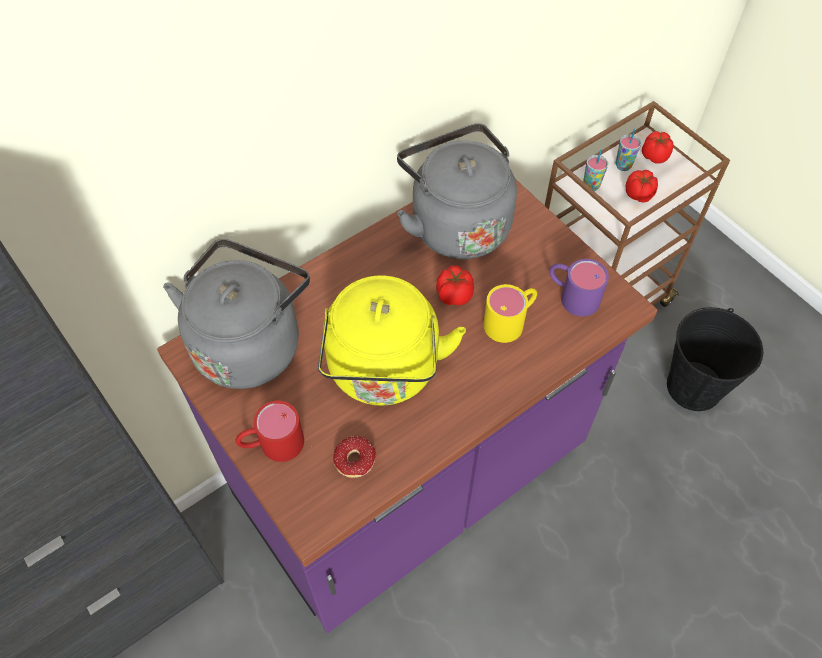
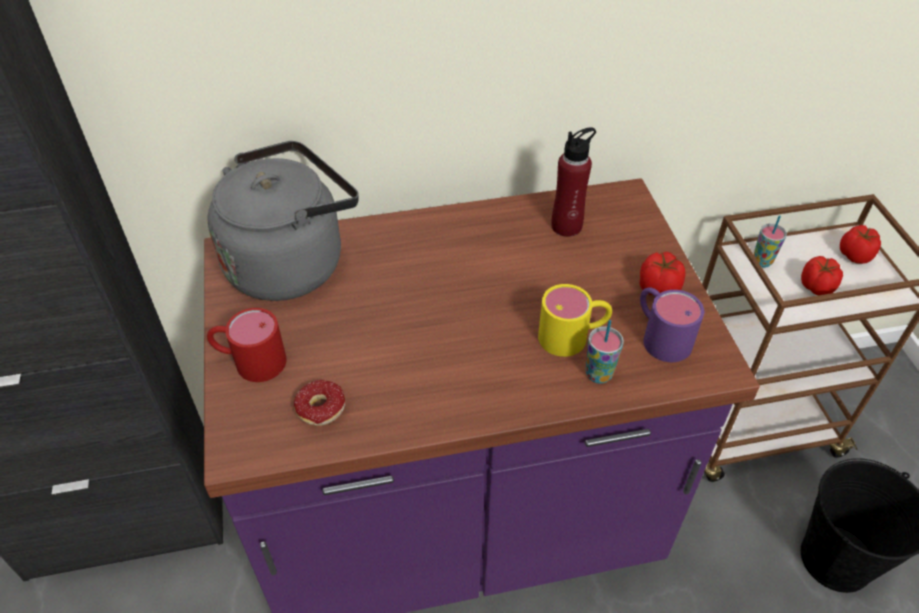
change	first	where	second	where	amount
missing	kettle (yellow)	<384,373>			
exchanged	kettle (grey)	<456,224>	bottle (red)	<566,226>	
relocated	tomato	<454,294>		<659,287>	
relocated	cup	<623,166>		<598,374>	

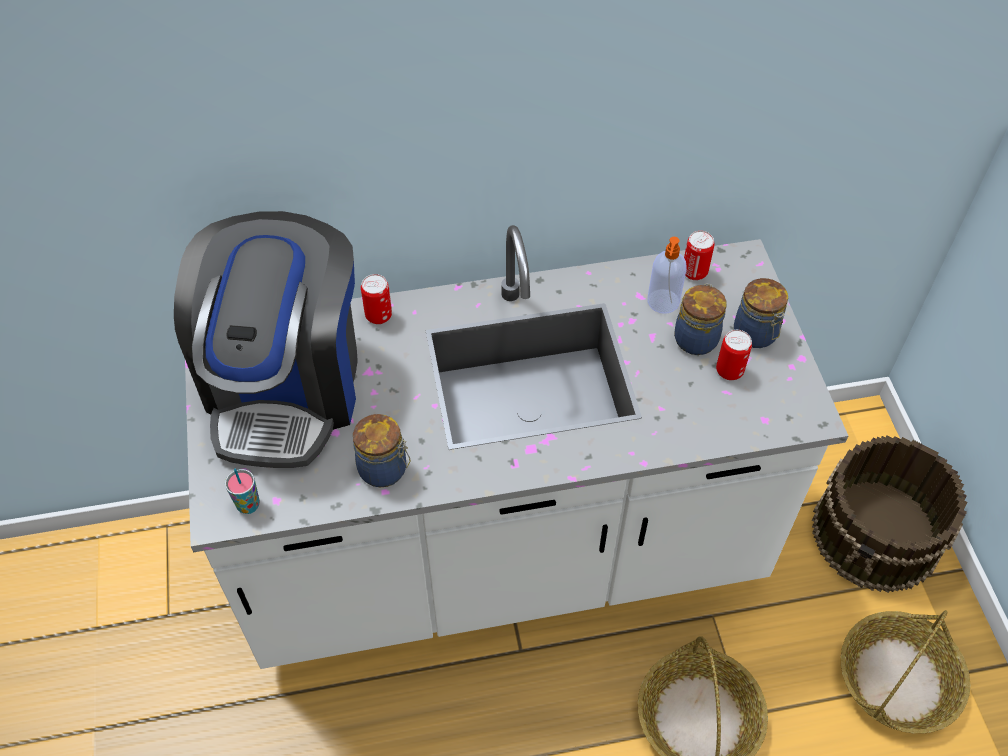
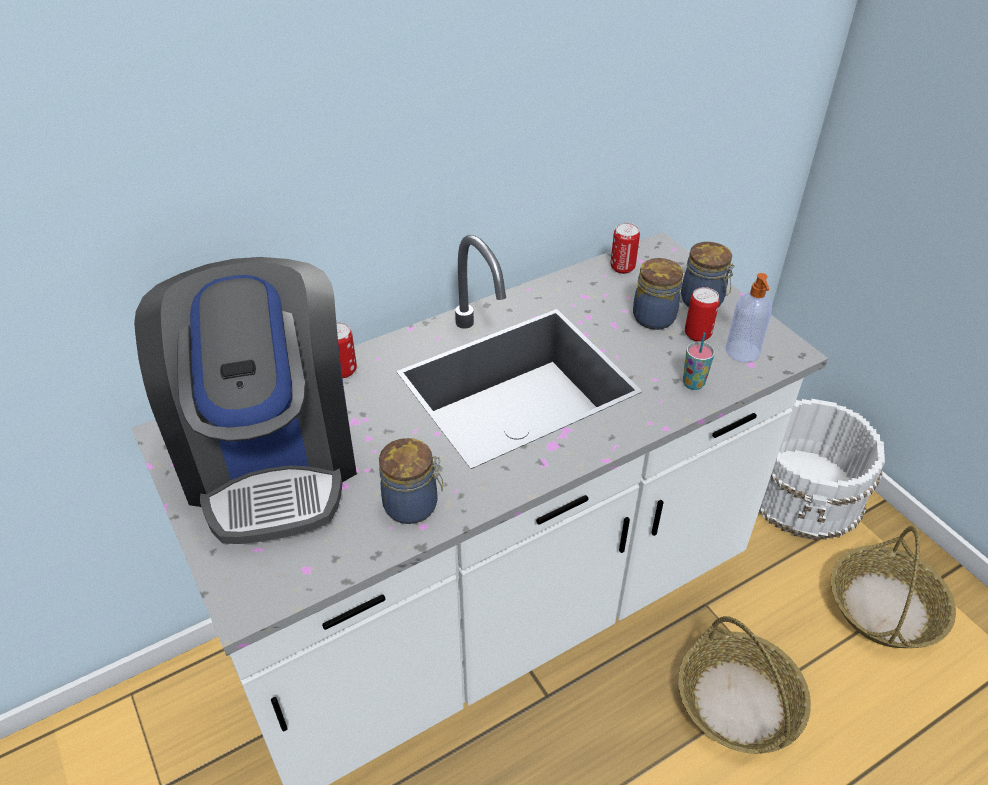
change	first	where	second	where	amount
relocated	cup	<248,505>		<693,383>	
relocated	soap dispenser	<663,302>		<742,352>	
colour	bucket (brown)	<878,533>	bucket (white)	<806,492>	

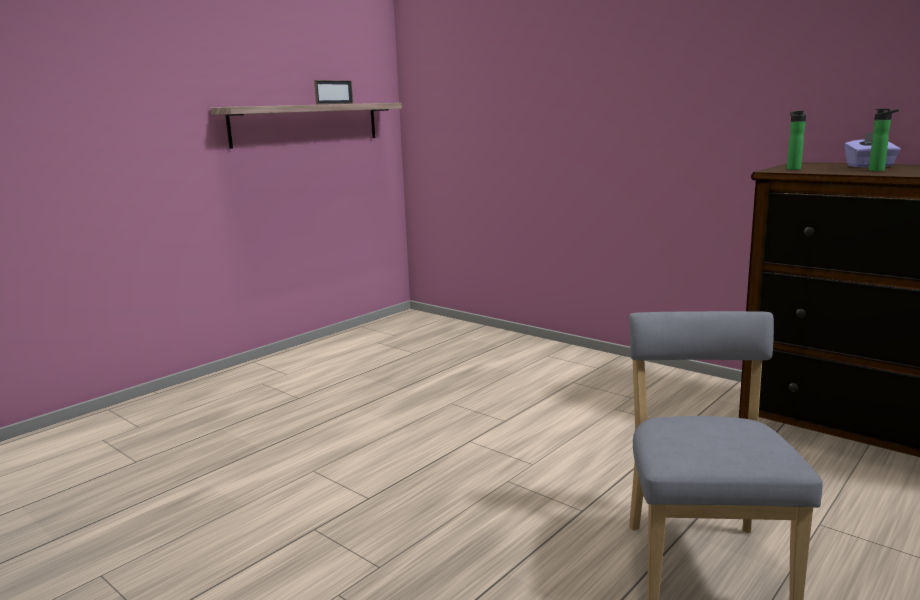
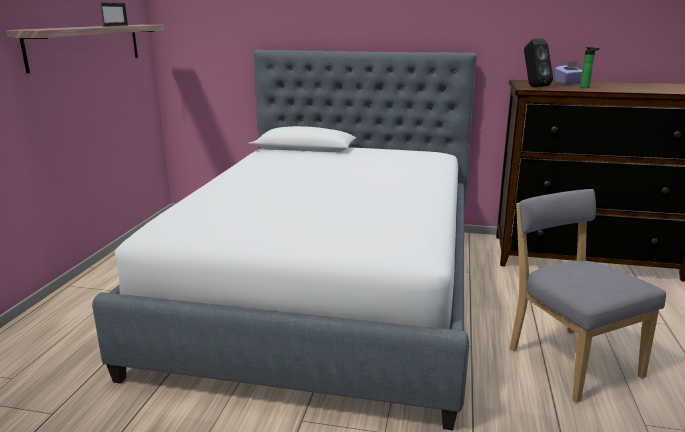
change	first	where	second	where	amount
exchanged	bottle	<792,169>	speaker (black)	<533,86>	
appeared			bed	<329,289>	

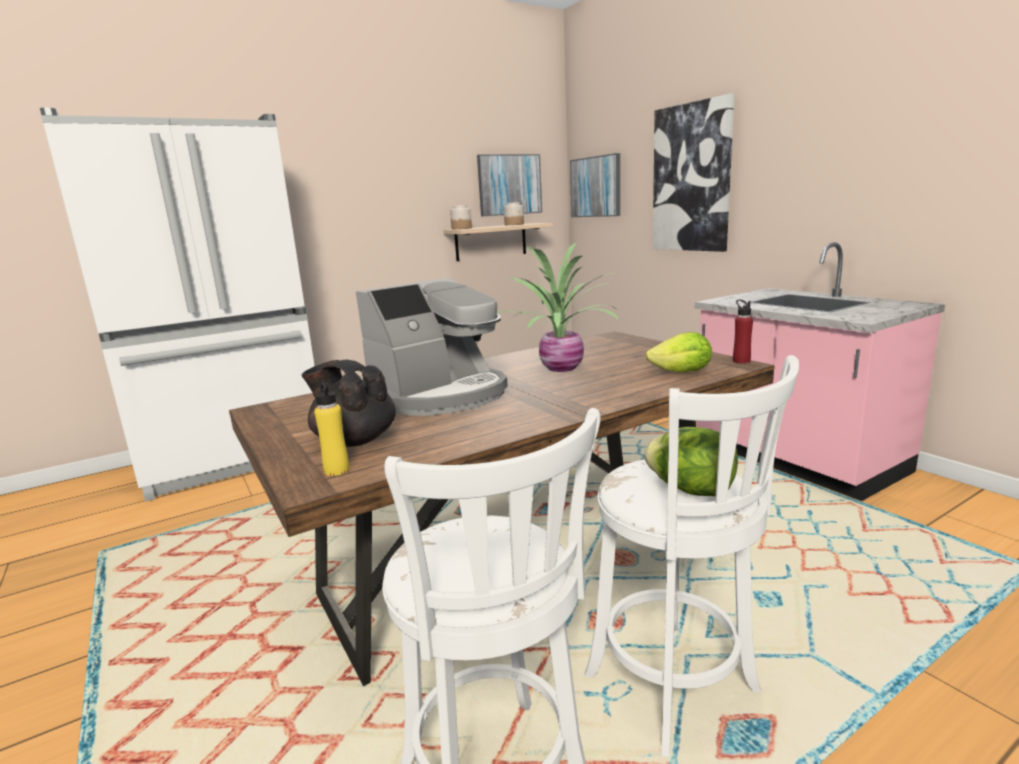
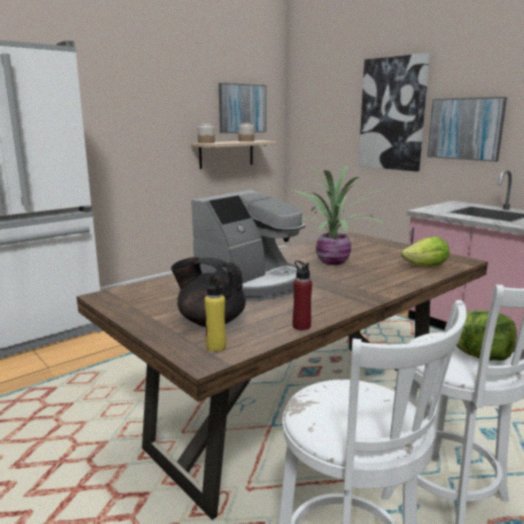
change	first	where	second	where	amount
relocated	picture	<596,187>		<465,129>	
relocated	bottle (red)	<741,361>		<301,326>	

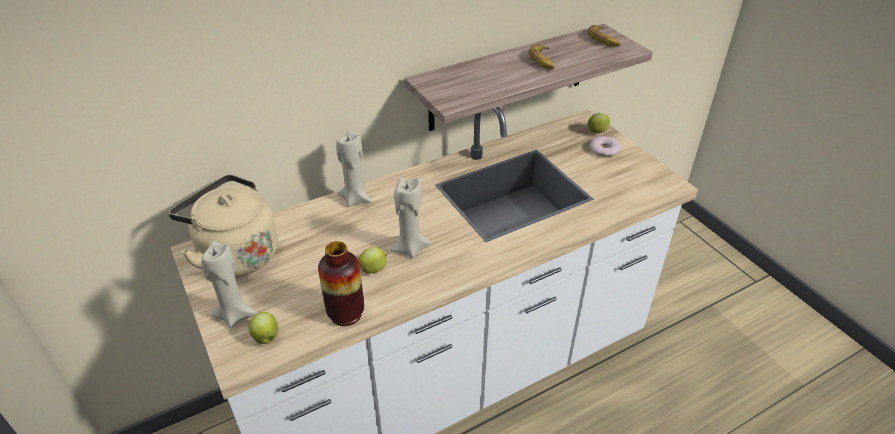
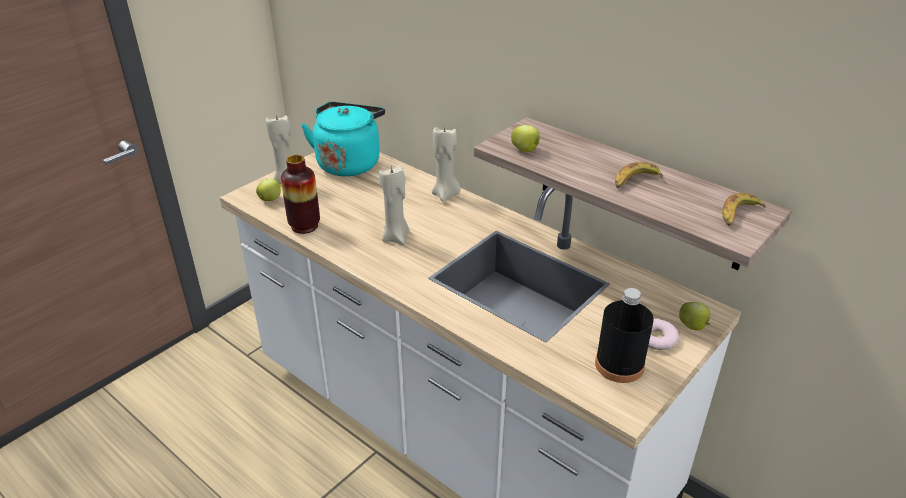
change	first	where	second	where	amount
colour	kettle (beige)	<236,254>	kettle (turquoise)	<349,163>	
relocated	apple	<374,269>		<525,150>	
appeared			bottle (black)	<619,365>	

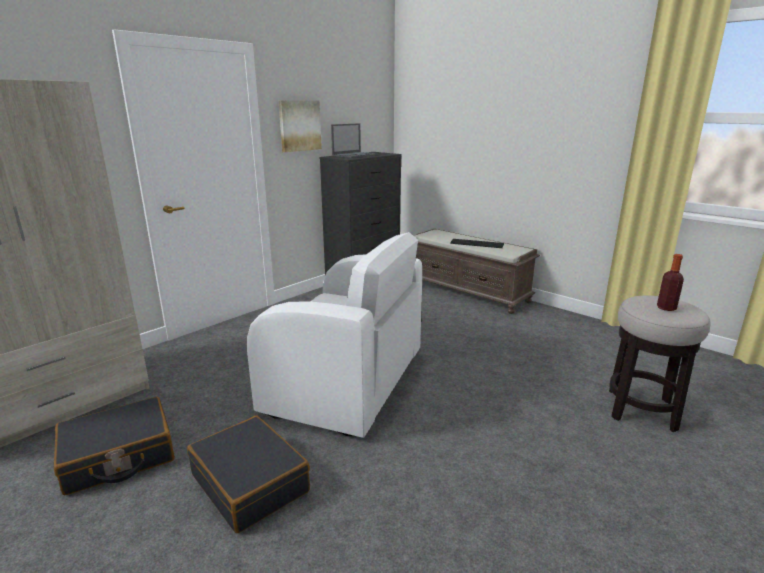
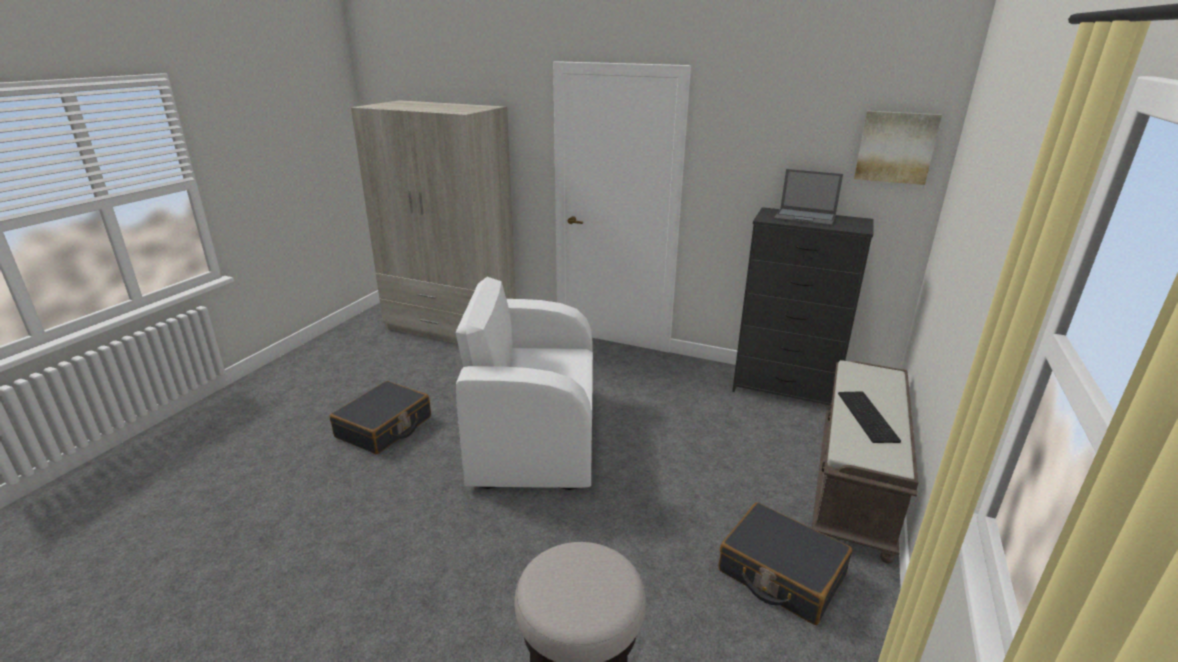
change	first	where	second	where	amount
relocated	suitcase (black)	<118,456>		<780,573>	
spun	armchair (white)	<347,382>		<533,436>	90 degrees clockwise
relocated	picture	<299,125>		<895,147>	
missing	bottle	<666,308>			

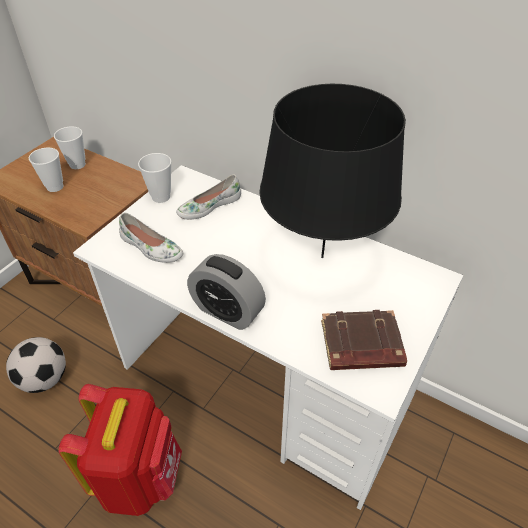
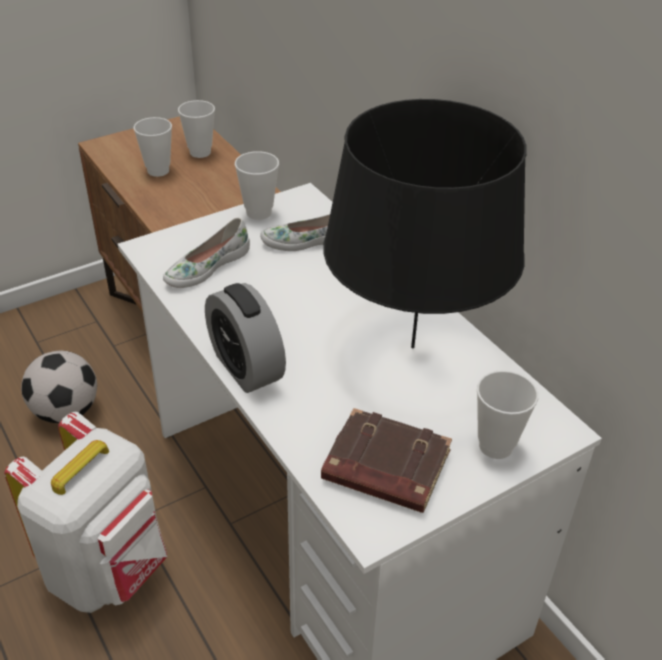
change	first	where	second	where	amount
colour	backpack (red)	<139,476>	backpack (white)	<108,570>	
spun	shoe (white)	<151,248>		<206,266>	75 degrees clockwise
appeared			cup	<495,446>	

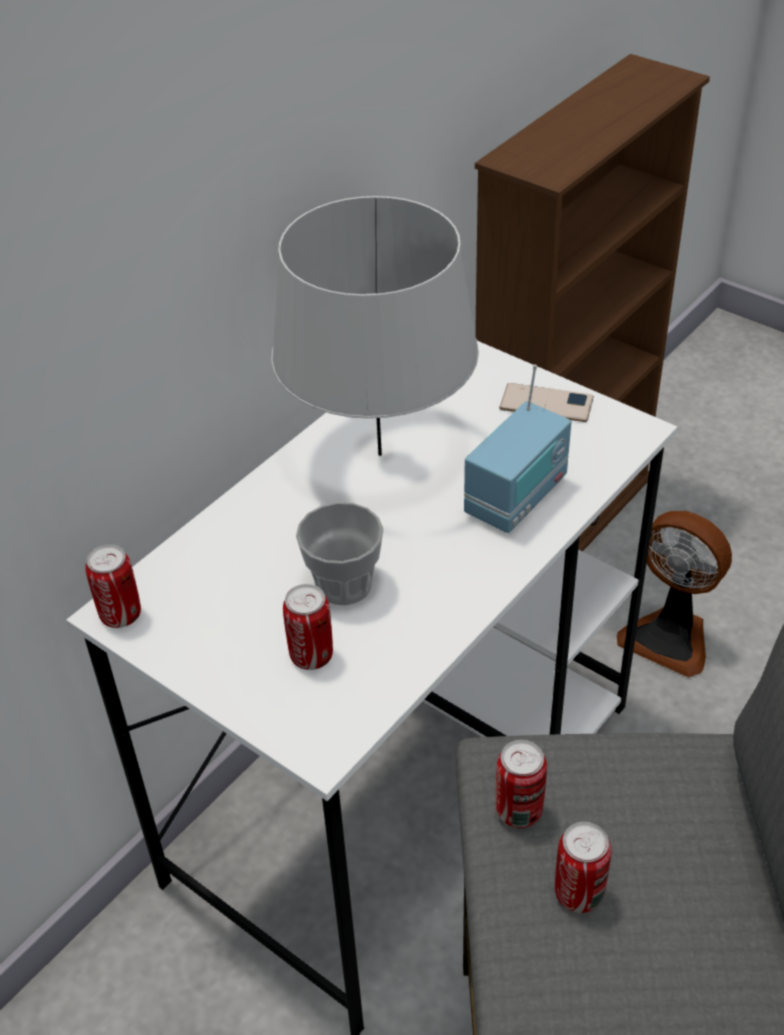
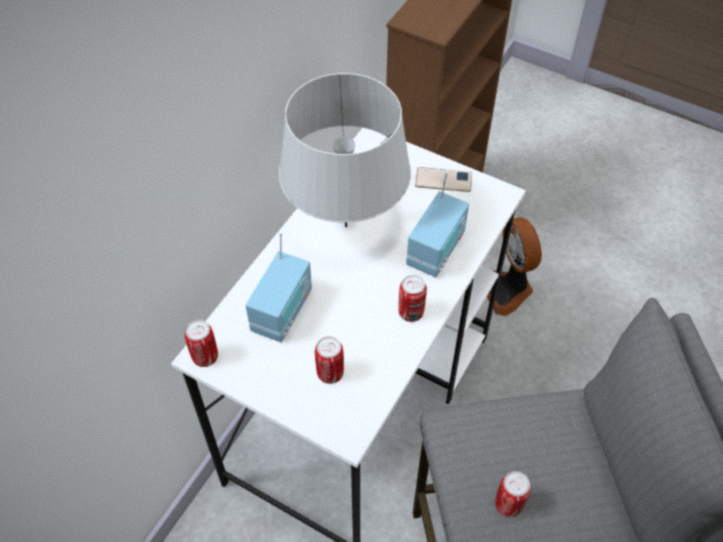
change	first	where	second	where	amount
missing	cup	<344,584>			
relocated	can	<519,811>		<411,312>	
spun	fan	<669,637>		<507,289>	45 degrees clockwise
appeared			radio	<283,312>	

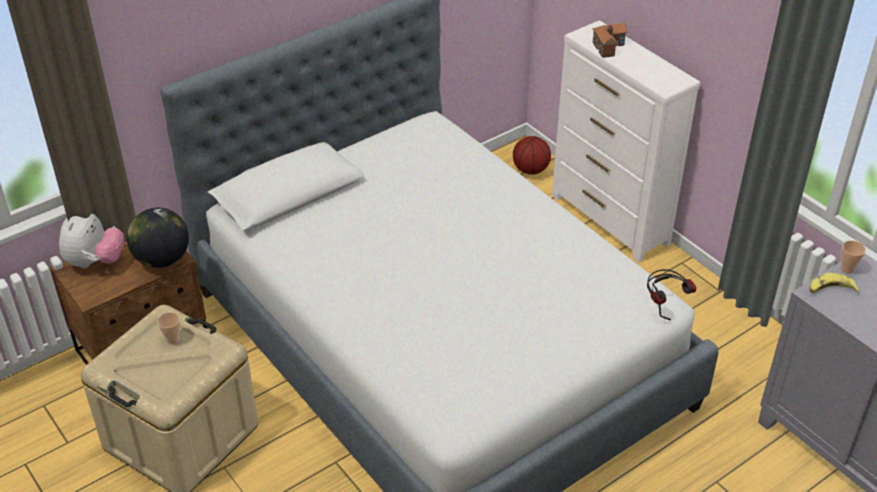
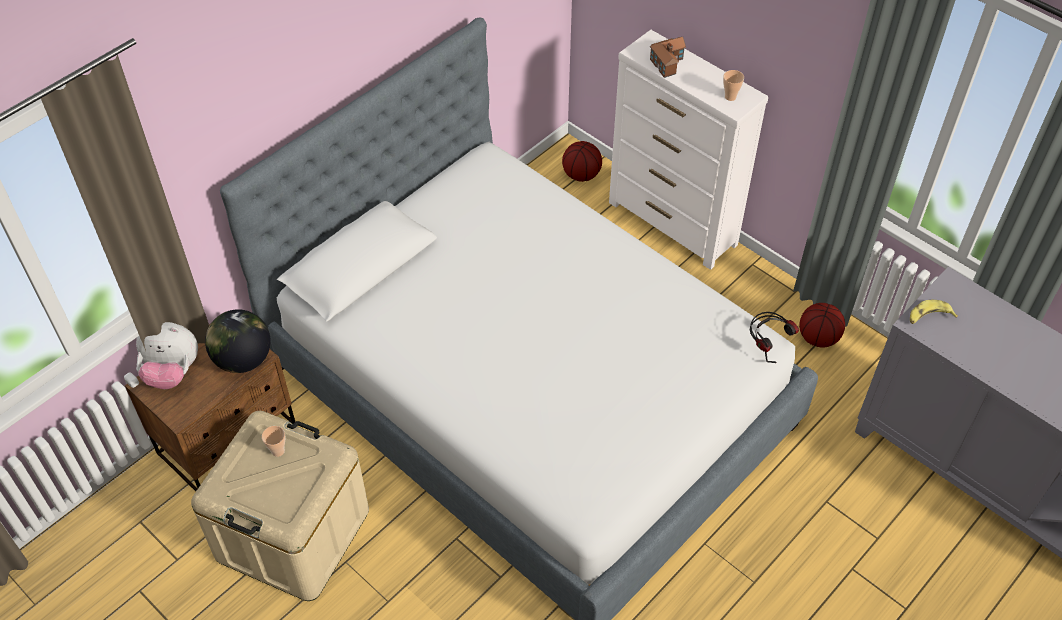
change	first	where	second	where	amount
spun	plush toy	<95,262>		<172,372>	90 degrees clockwise
relocated	cup	<847,269>		<730,97>	
appeared			basketball	<818,338>	

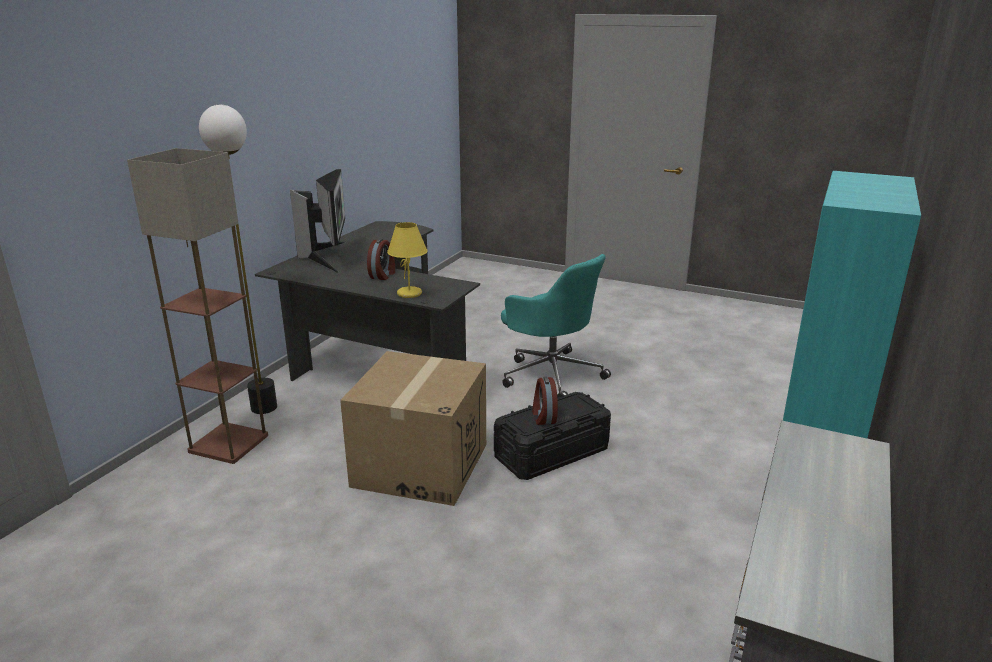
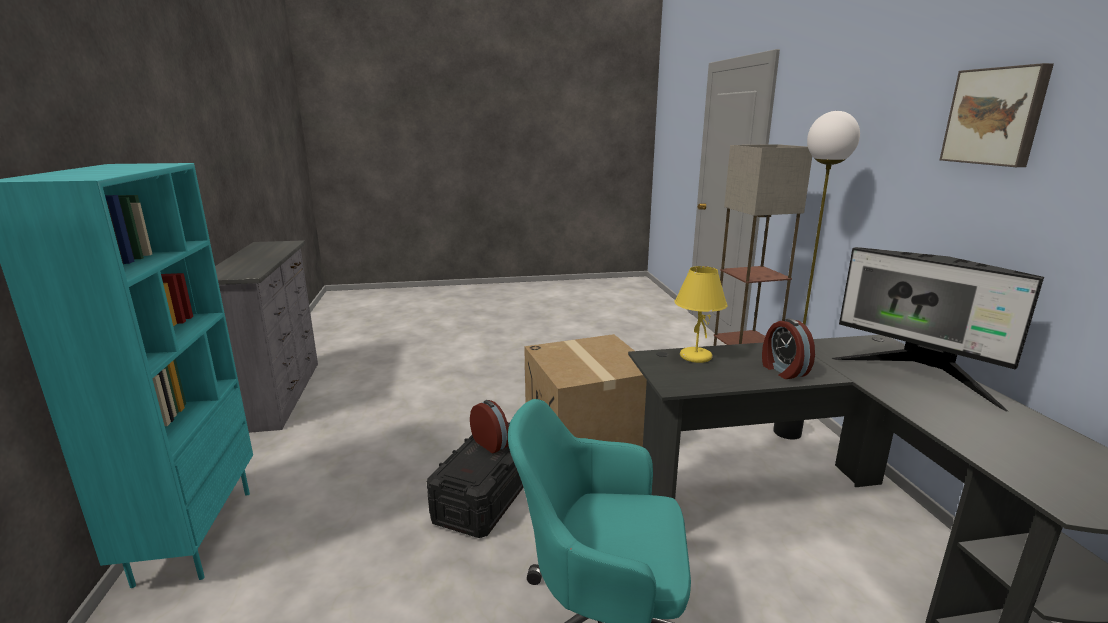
change	first	where	second	where	amount
appeared			picture	<995,116>	

